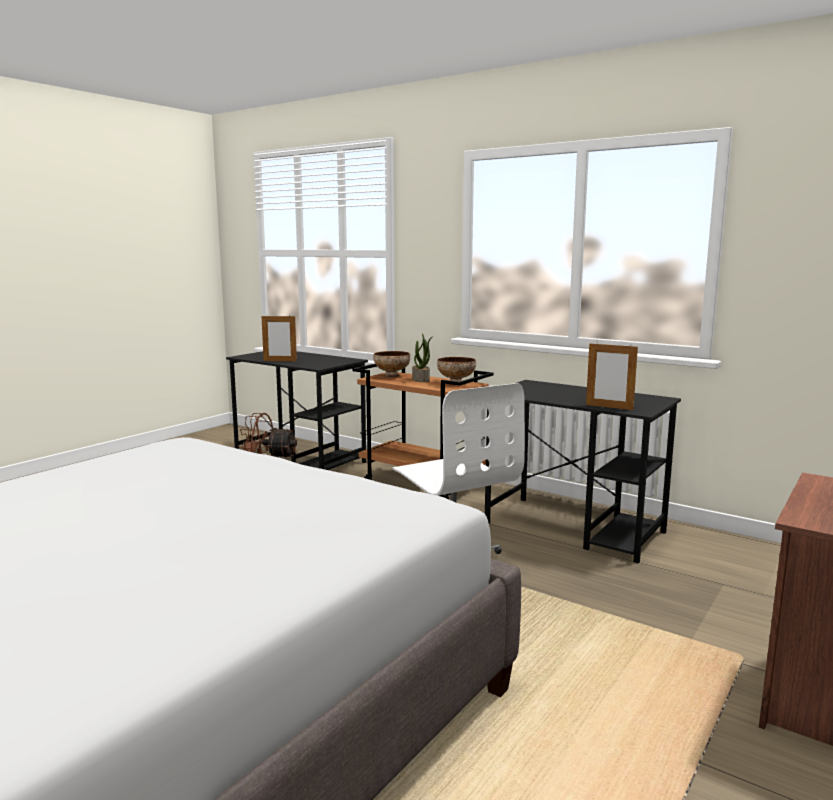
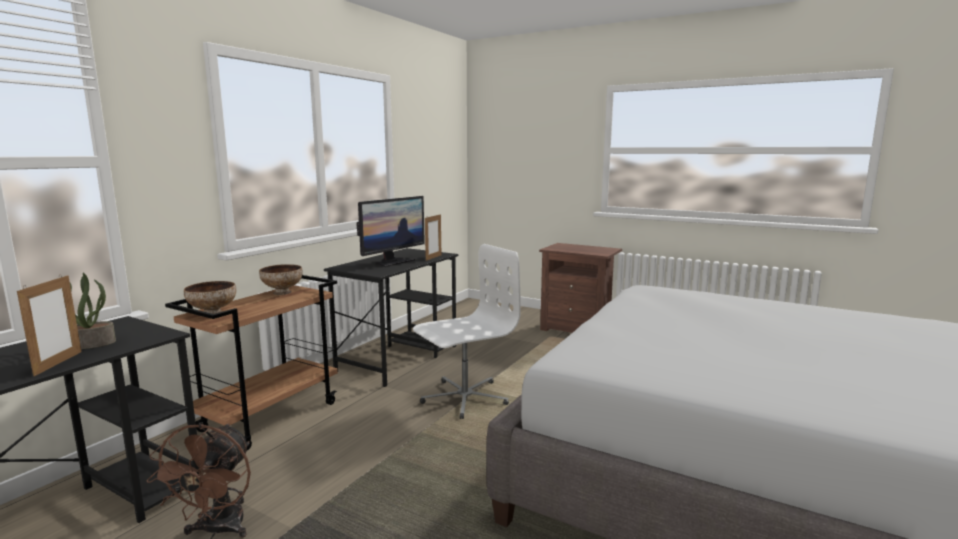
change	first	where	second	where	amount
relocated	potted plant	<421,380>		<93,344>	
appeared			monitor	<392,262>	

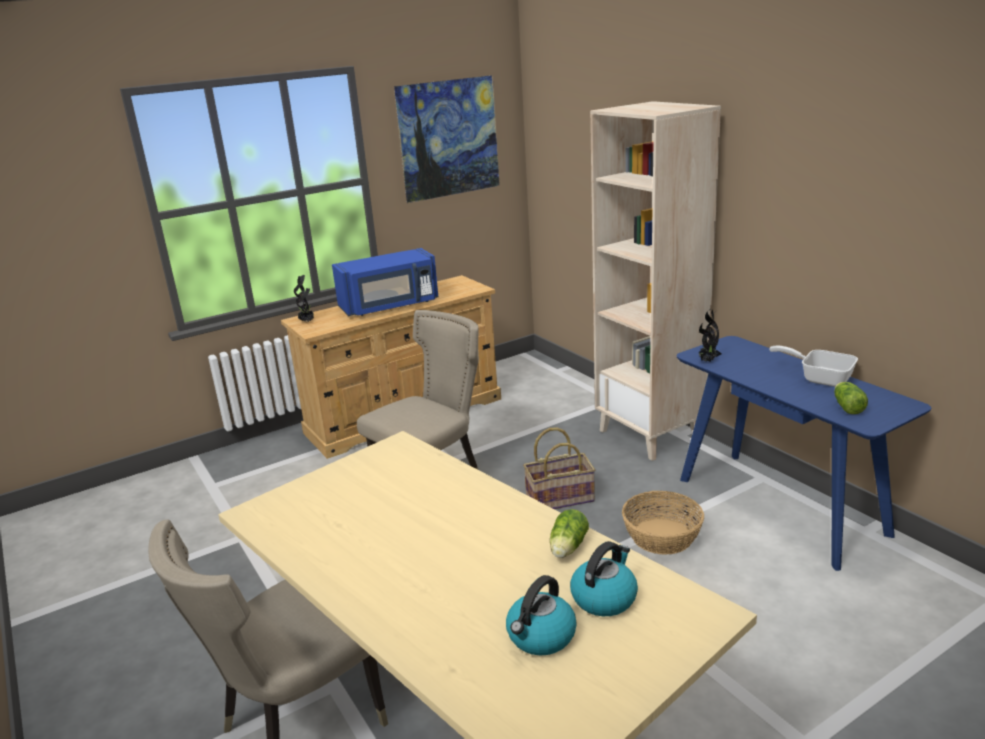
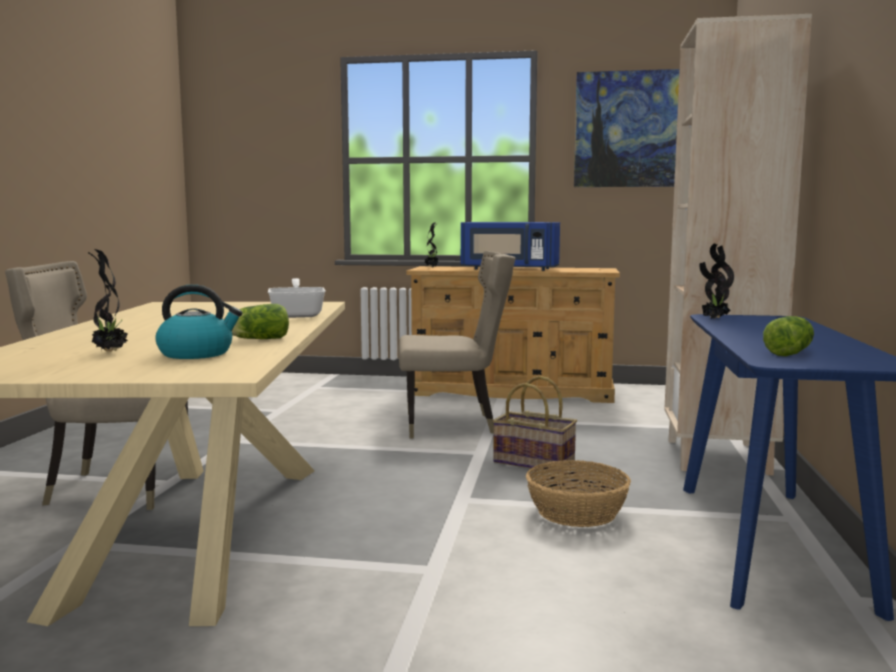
change	first	where	second	where	amount
exchanged	kettle	<541,636>	potted plant	<109,352>	
relocated	frying pan	<820,378>		<298,314>	

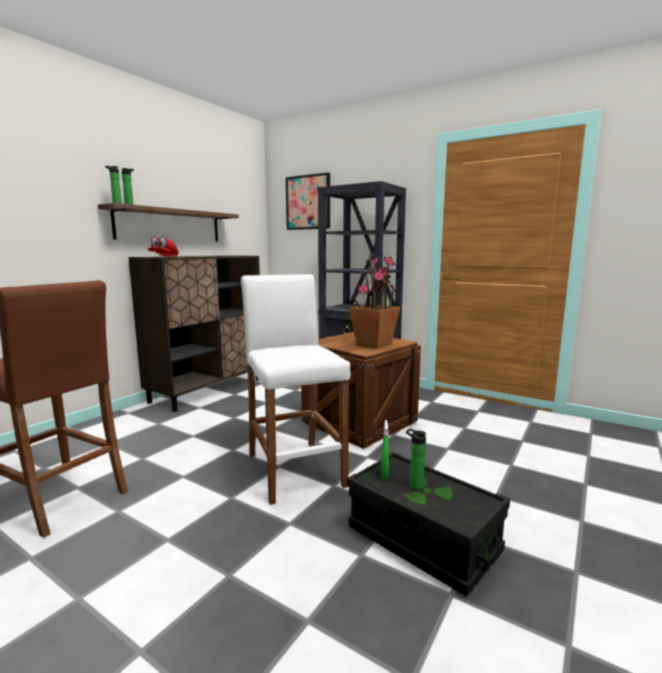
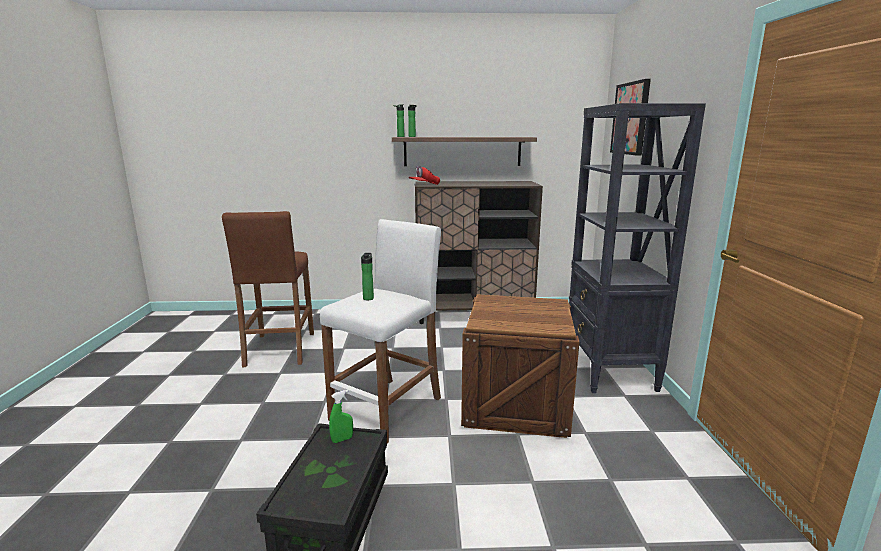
change	first	where	second	where	amount
missing	potted plant	<374,344>			
relocated	bottle	<414,485>		<368,298>	

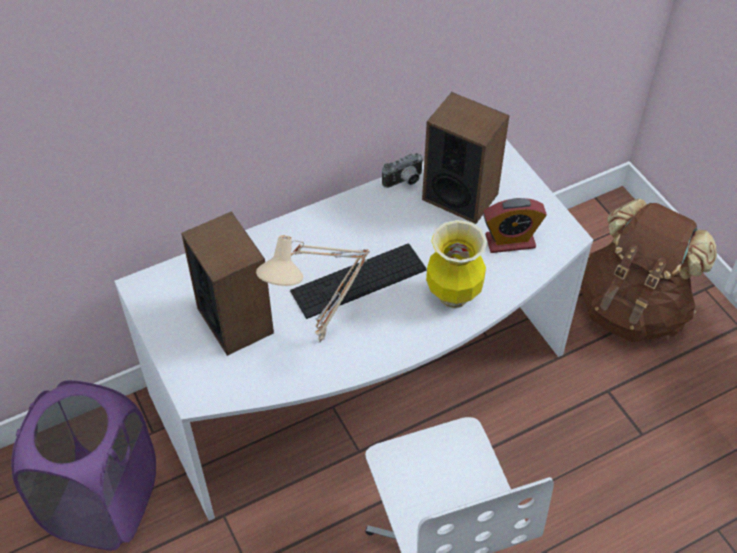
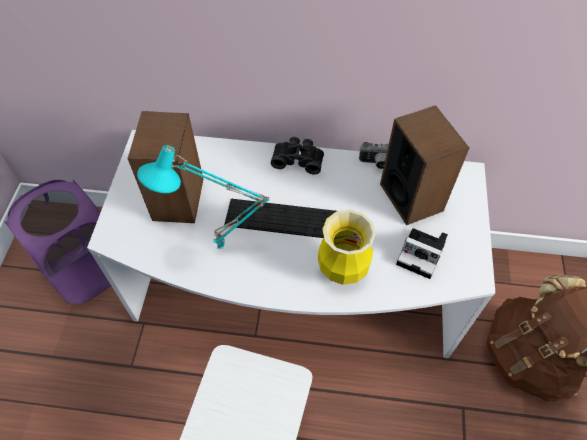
change	first	where	second	where	amount
colour	table lamp (beige)	<323,343>	table lamp (turquoise)	<220,251>	
exchanged	alarm clock	<510,241>	photo camera	<422,254>	
appeared			binoculars (black)	<298,159>	

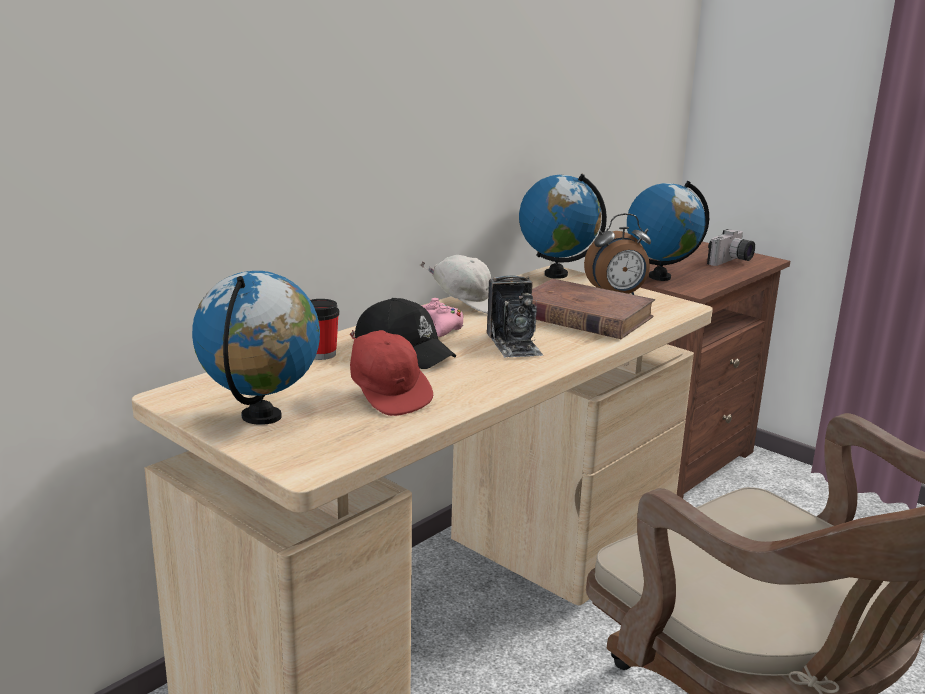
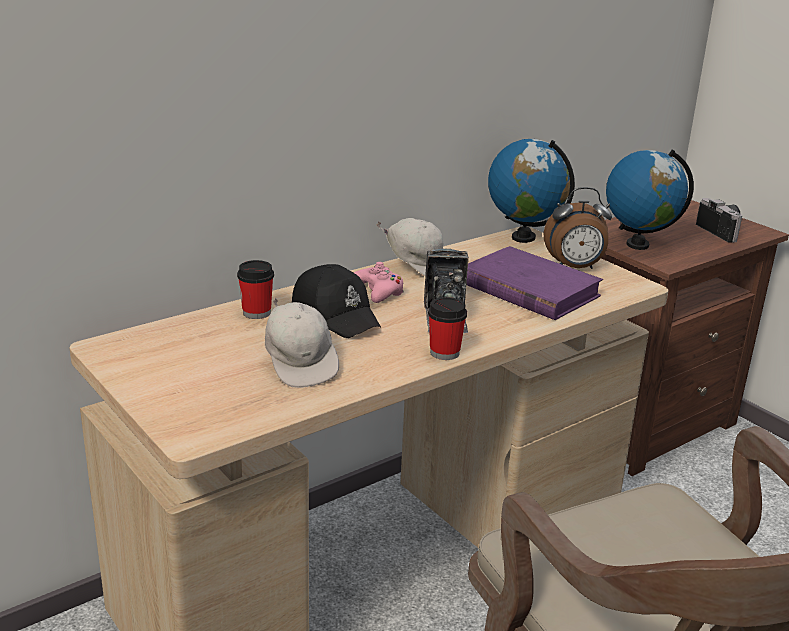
change	first	where	second	where	amount
missing	globe	<262,417>			
colour	cap (red)	<388,395>	cap (white)	<300,364>	
colour	book (brown)	<582,316>	book (purple)	<528,289>	
spun	photo camera	<731,261>		<723,231>	75 degrees counterclockwise
appeared			cup	<444,353>	

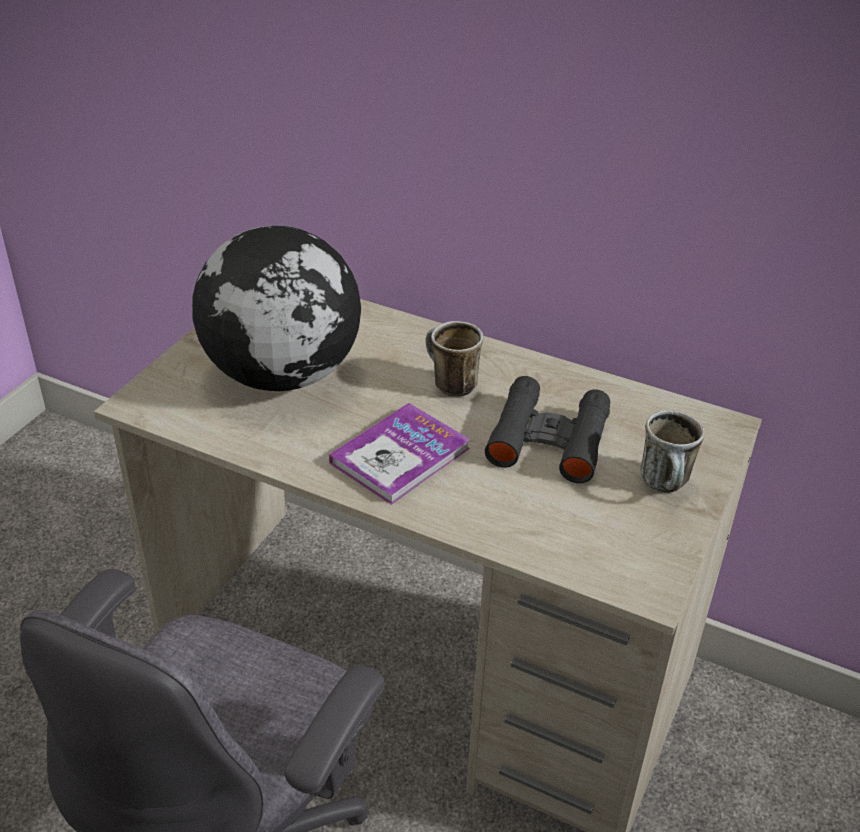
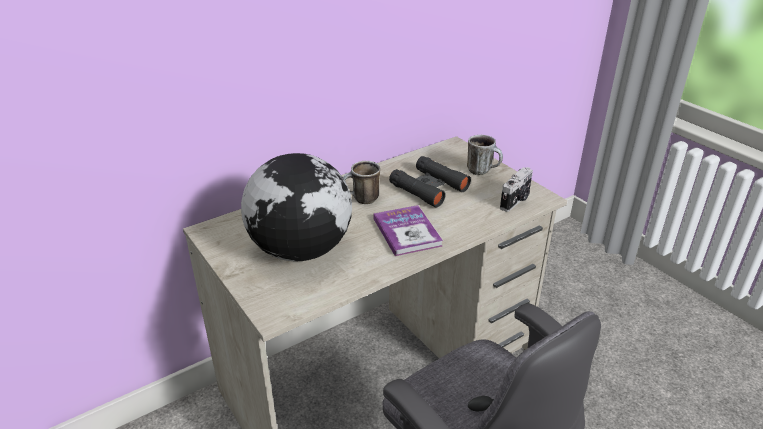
change	first	where	second	where	amount
appeared			photo camera	<516,201>	

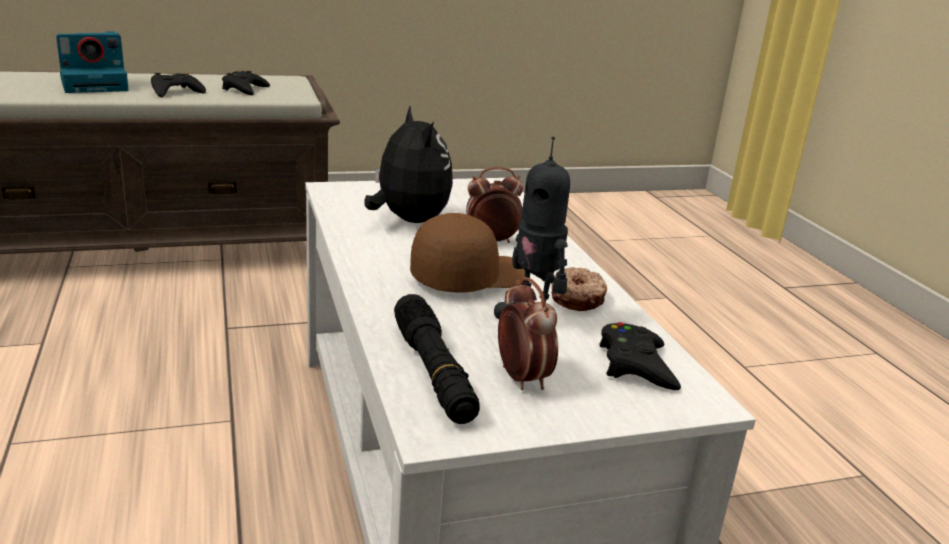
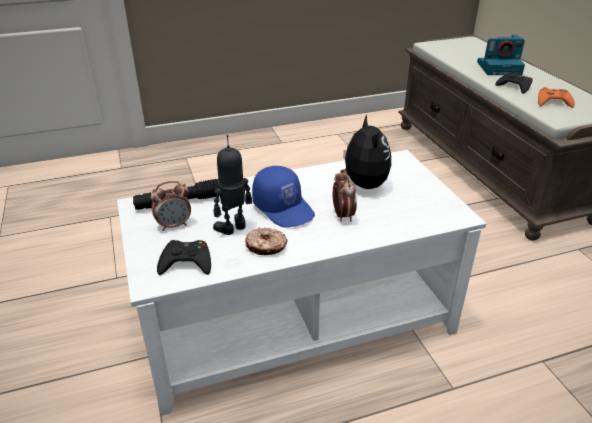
change	first	where	second	where	amount
spun	photo camera	<96,84>		<500,68>	60 degrees counterclockwise
colour	game controller (black)	<245,89>	game controller (orange)	<553,102>	
spun	plush toy	<408,220>		<362,185>	75 degrees counterclockwise
colour	cap (brown)	<467,277>	cap (blue)	<284,208>	

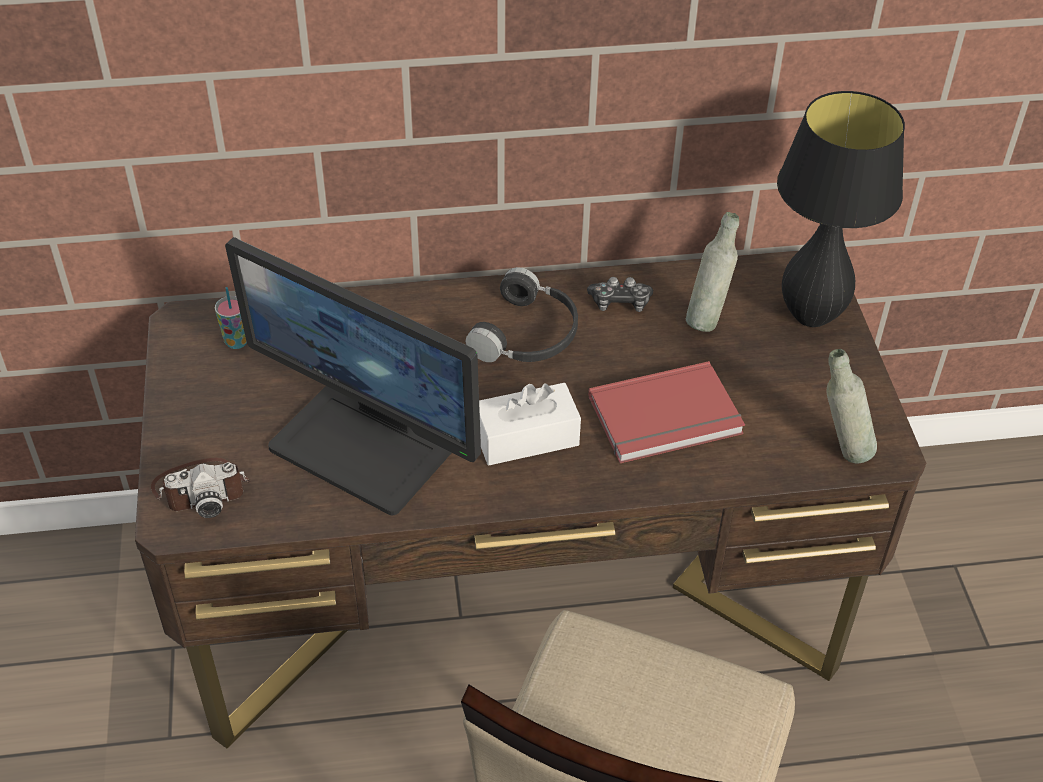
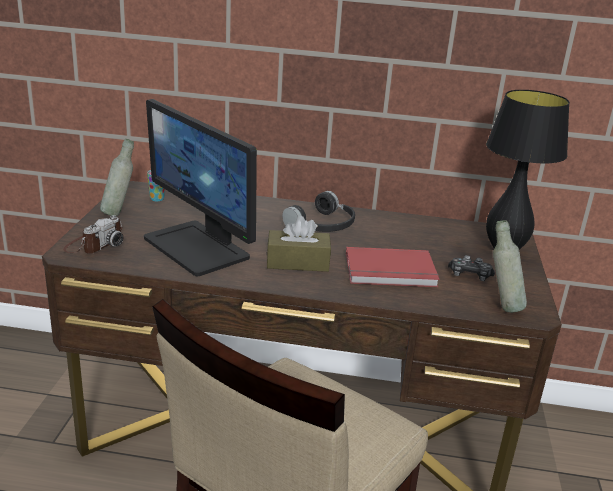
change	first	where	second	where	amount
spun	photo camera	<201,489>		<94,245>	60 degrees counterclockwise
colour	tissue box (white)	<526,437>	tissue box (brown)	<297,262>	
relocated	game controller	<620,302>		<469,275>	
relocated	bottle (grey)	<707,319>		<119,213>	

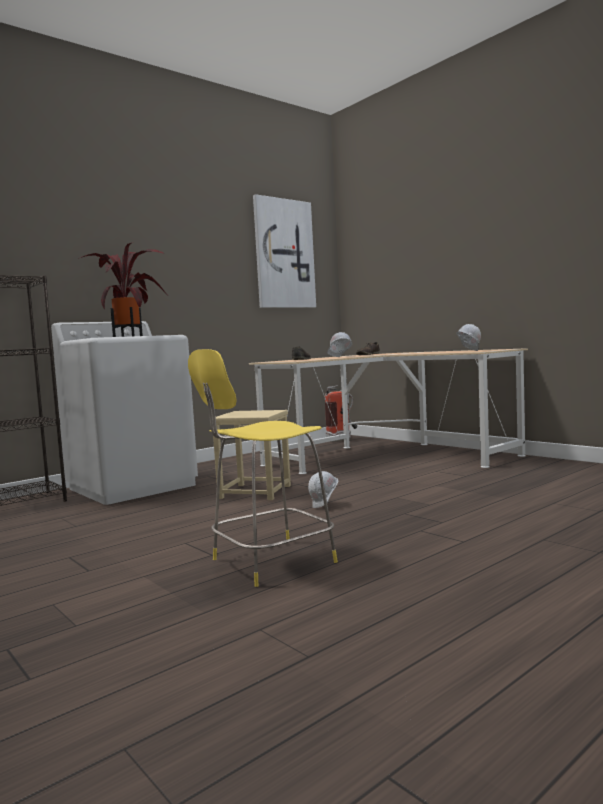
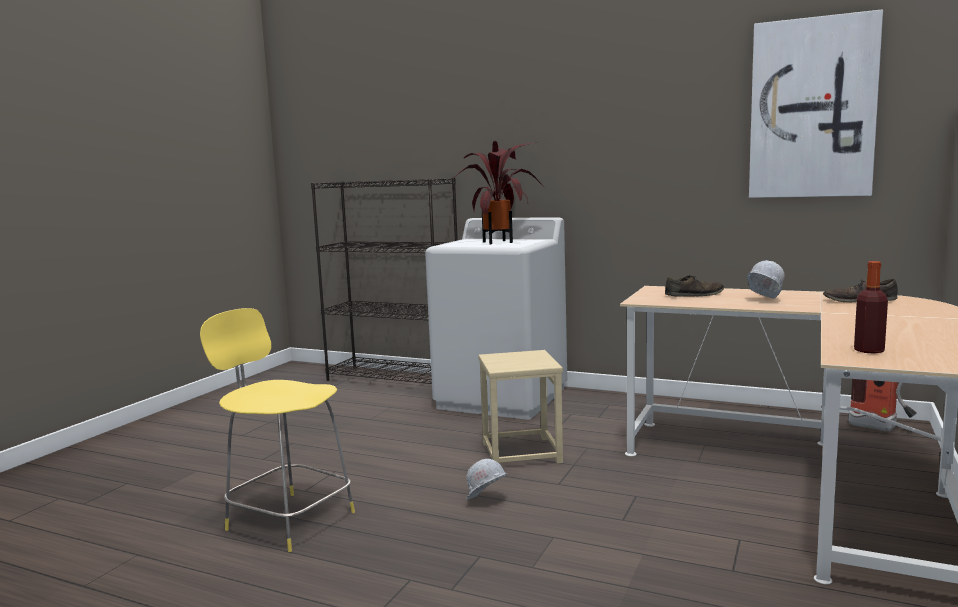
change	first	where	second	where	amount
exchanged	hard hat (white)	<468,351>	bottle	<869,350>	

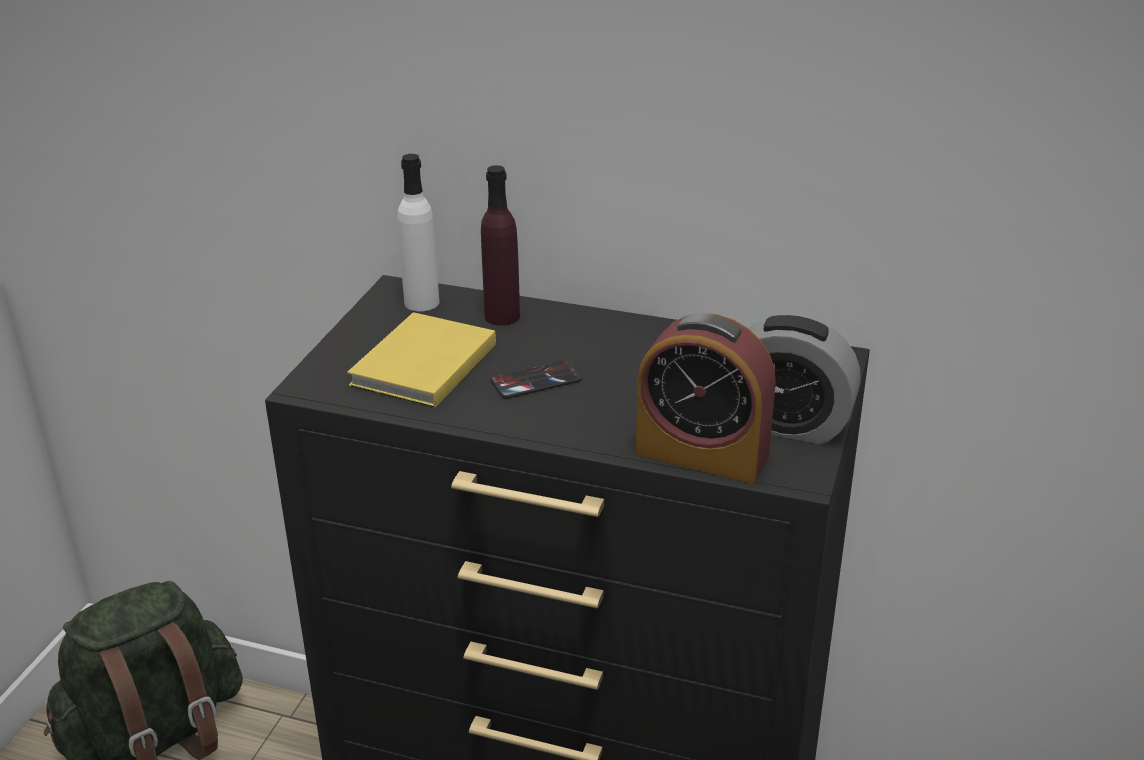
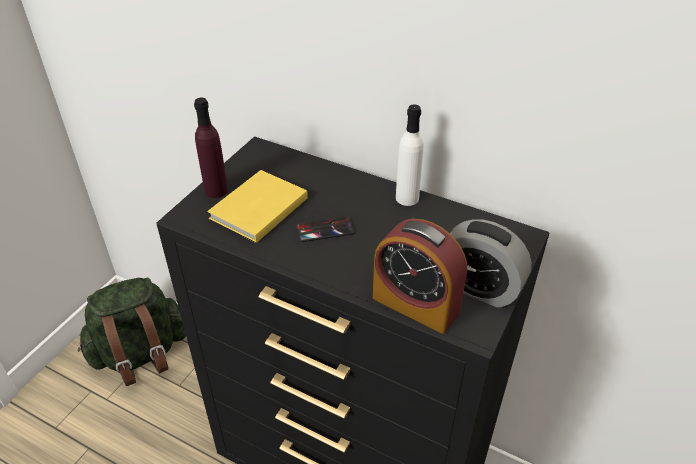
change	first	where	second	where	amount
relocated	bottle (white)	<421,302>		<407,198>	
relocated	bottle (purple)	<502,316>		<216,190>	

